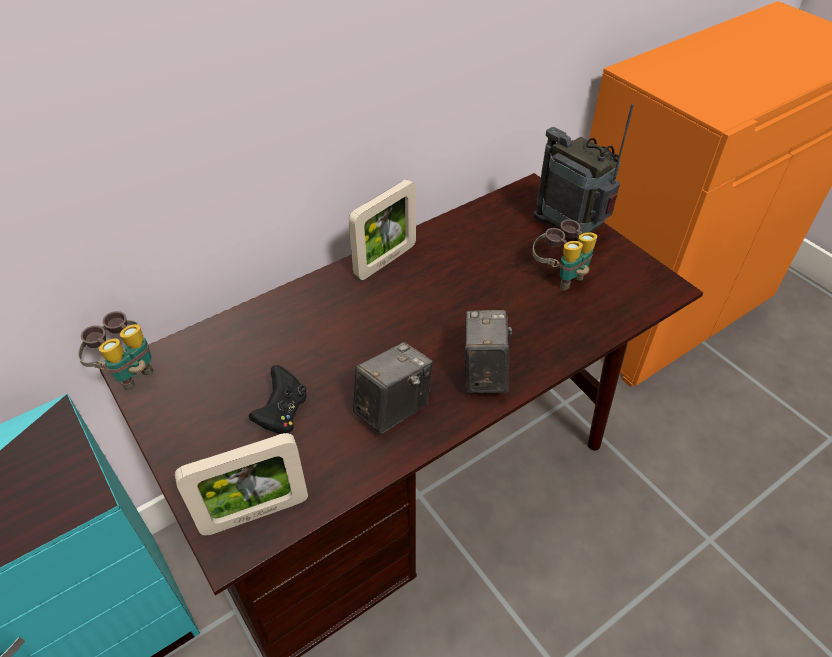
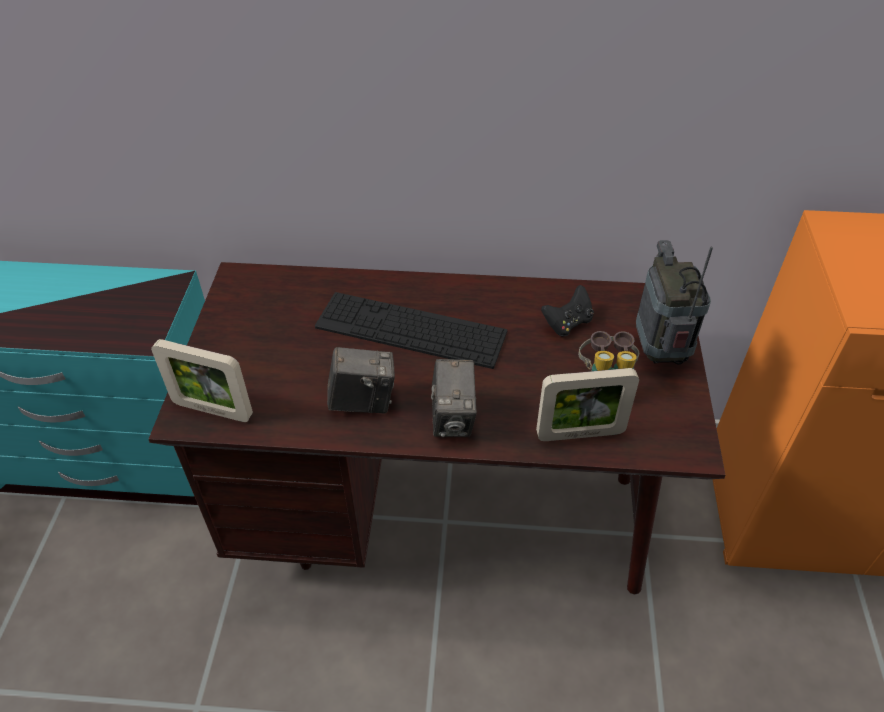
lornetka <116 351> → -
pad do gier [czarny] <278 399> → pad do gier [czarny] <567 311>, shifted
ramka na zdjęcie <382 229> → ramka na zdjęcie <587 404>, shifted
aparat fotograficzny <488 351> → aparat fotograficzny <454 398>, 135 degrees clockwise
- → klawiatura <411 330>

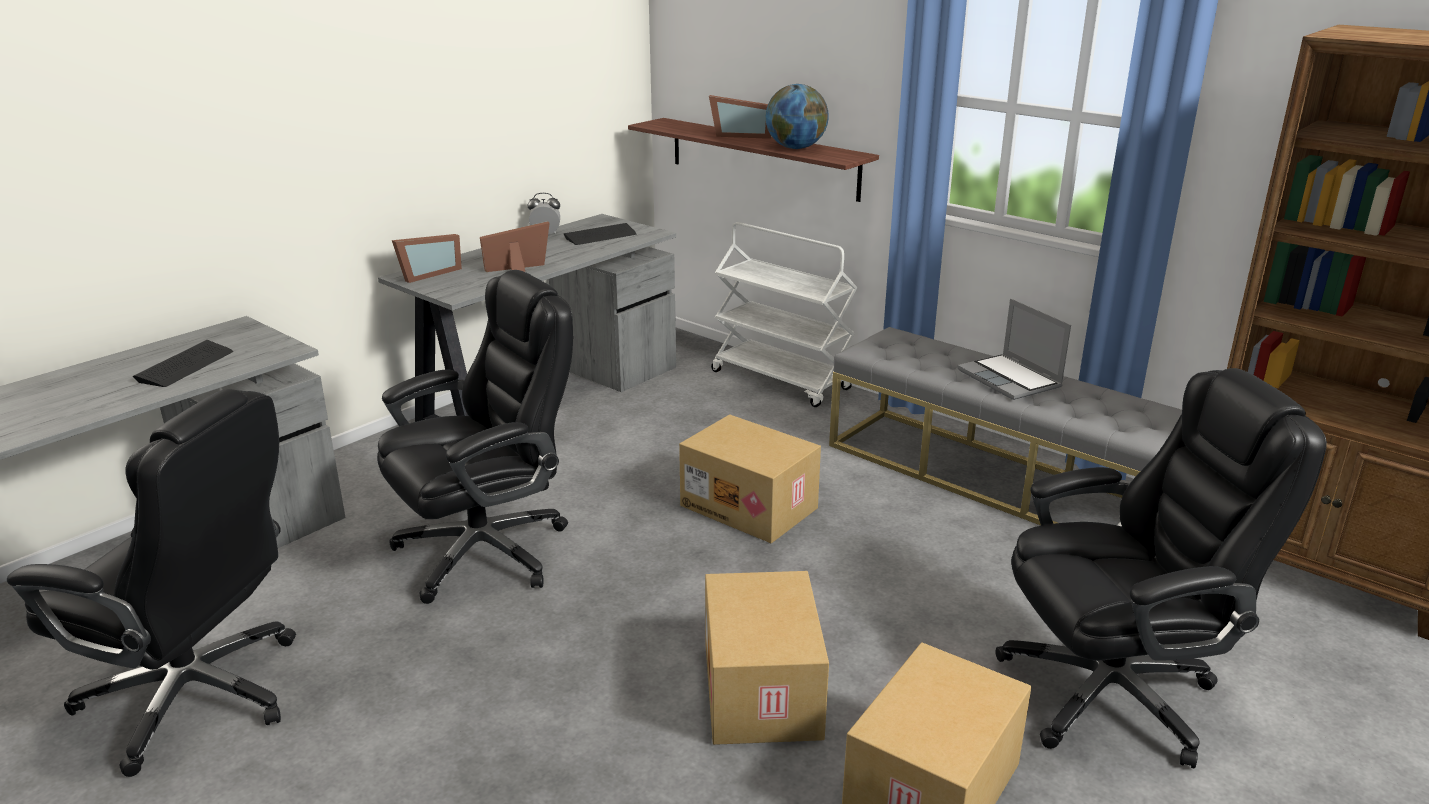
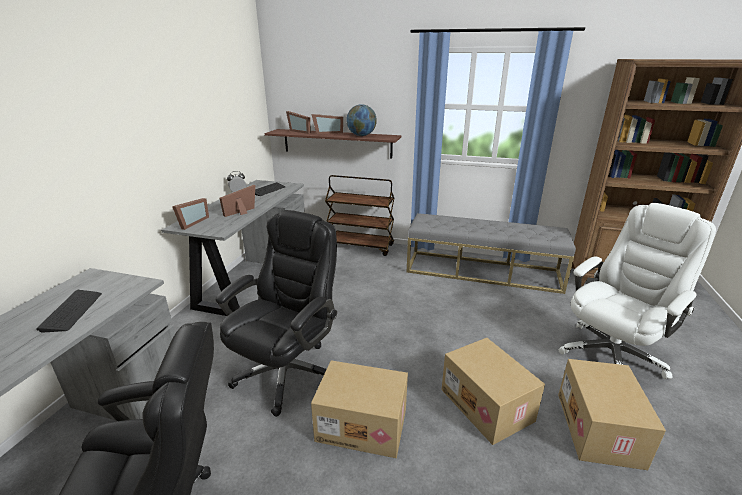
karton <750 478> → karton <359 409>, shifted
wózek [biały] <784 314> → wózek [brązowy] <359 215>
laptop <1014 349> → -
krzesło biurowe [czarny] <1161 568> → krzesło biurowe [biały] <637 291>
- → ramka na zdjęcie <298 122>

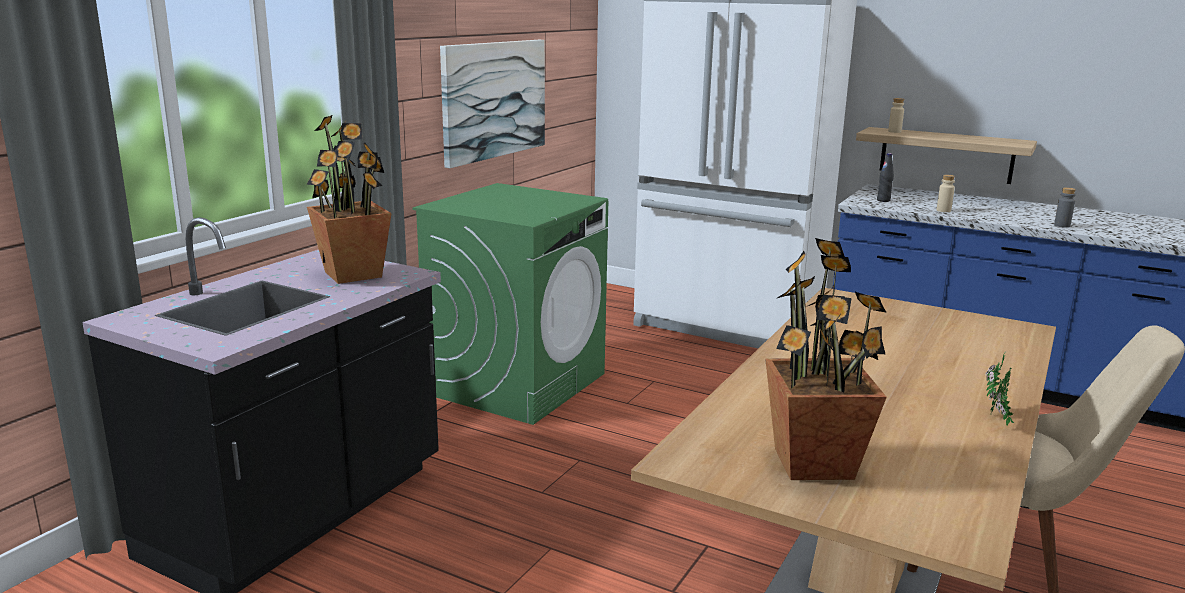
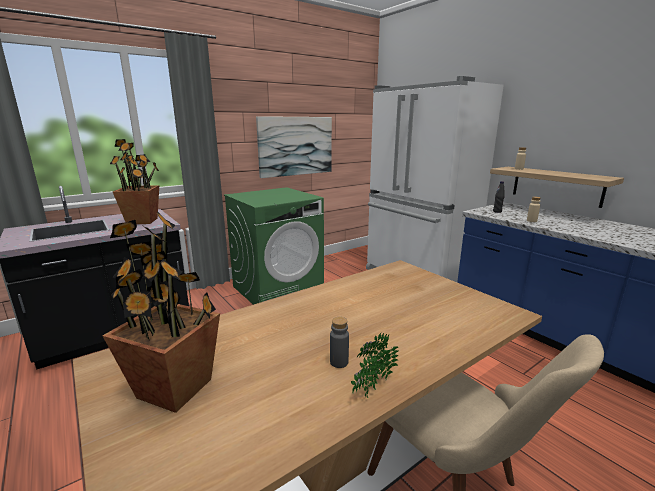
butelka [szary] <1065 207> → butelka [szary] <339 342>, shifted

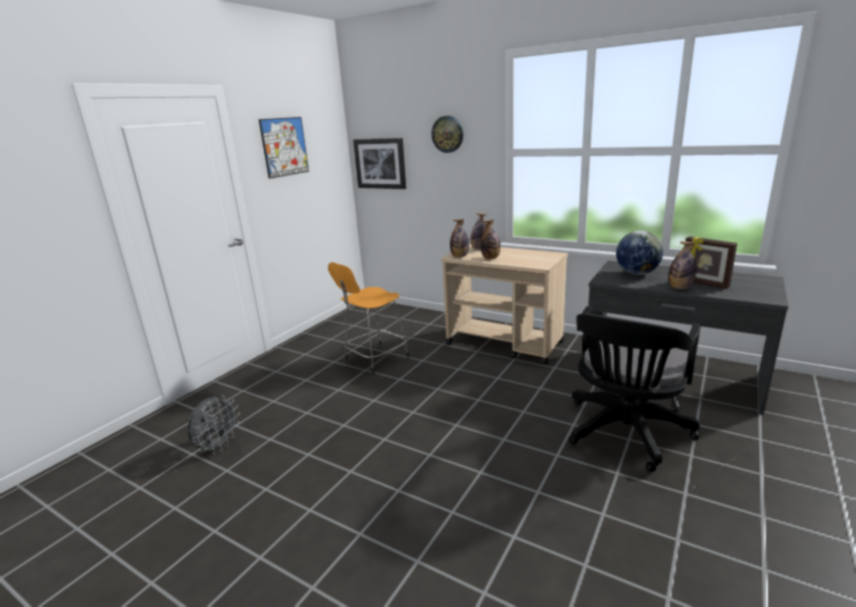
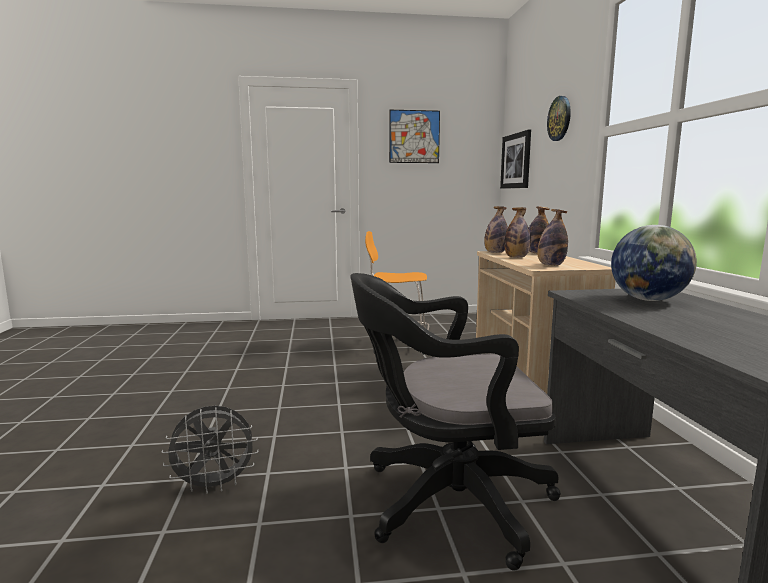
wentylator [szary] <214 424> → wentylator [szary] <210 450>, shifted
butelka <682 265> → butelka <552 237>, shifted
ramka na zdjęcie <711 262> → -

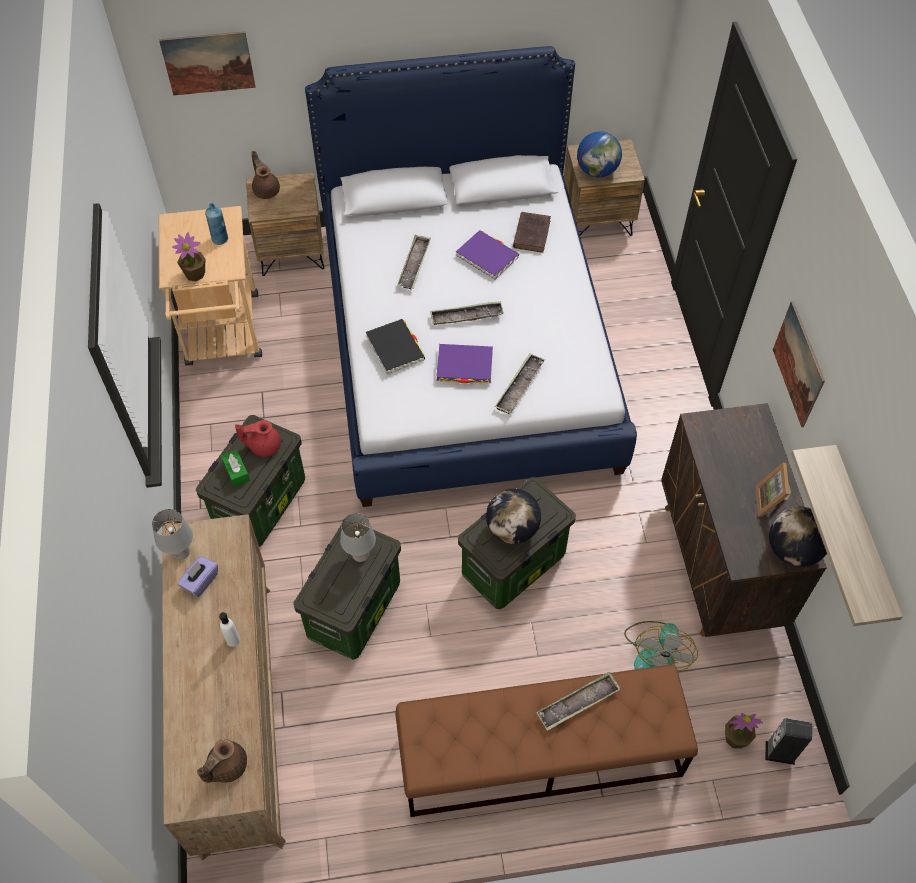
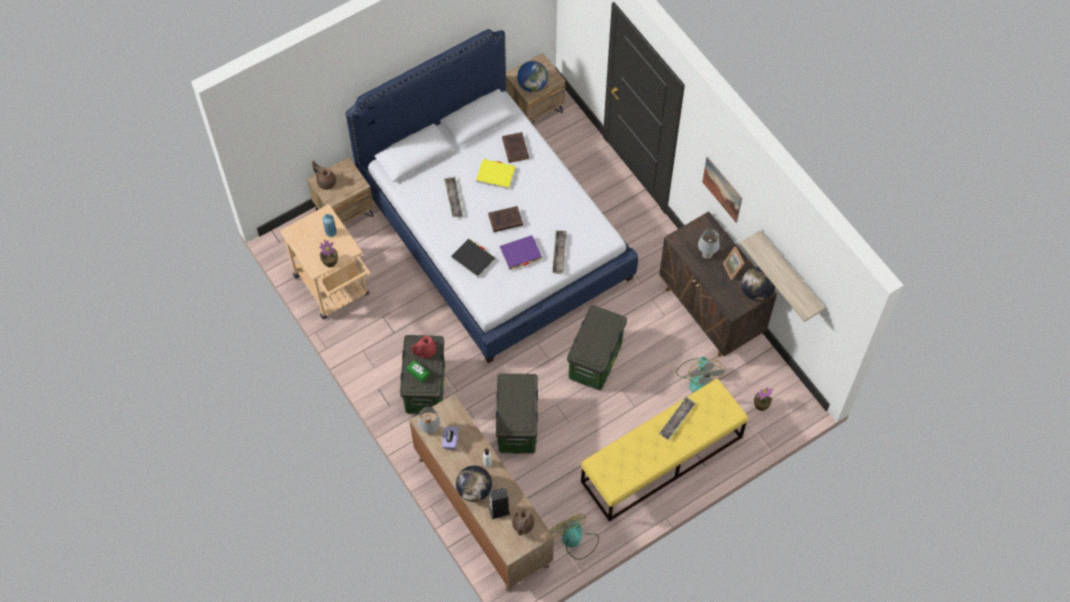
obraz <207 63> → -
lampa stołowa [szary] <358 537> → lampa stołowa [szary] <708 244>, shifted
ławka [brązowy] <546 740> → ławka [żółty] <664 450>
taca <467 313> → książka [brązowy] <505 219>
książka [fioletowy] <487 255> → książka [żółty] <496 174>
globus <513 516> → globus <474 484>, shifted
głośnik <788 741> → głośnik <499 503>, shifted
- → wentylator <574 537>

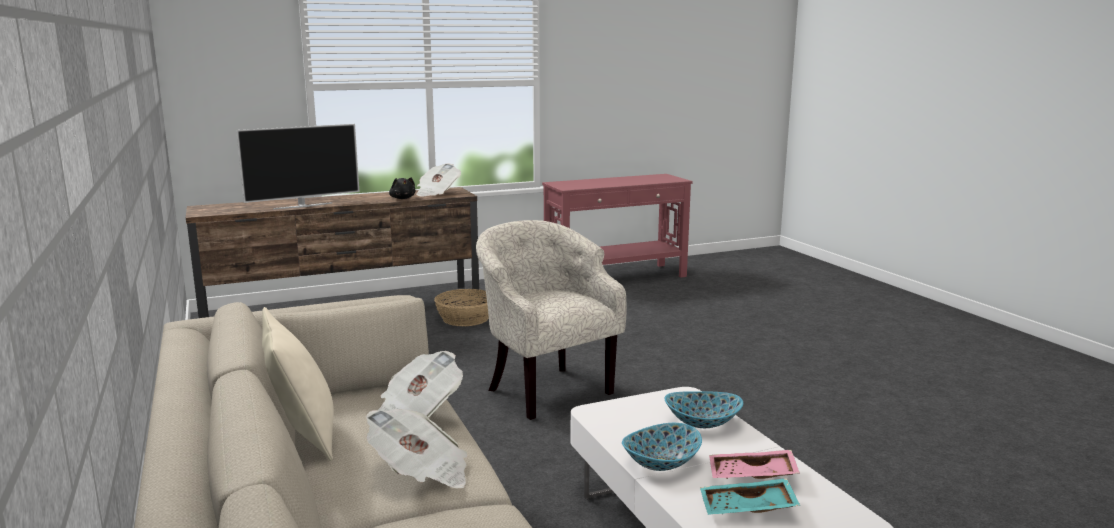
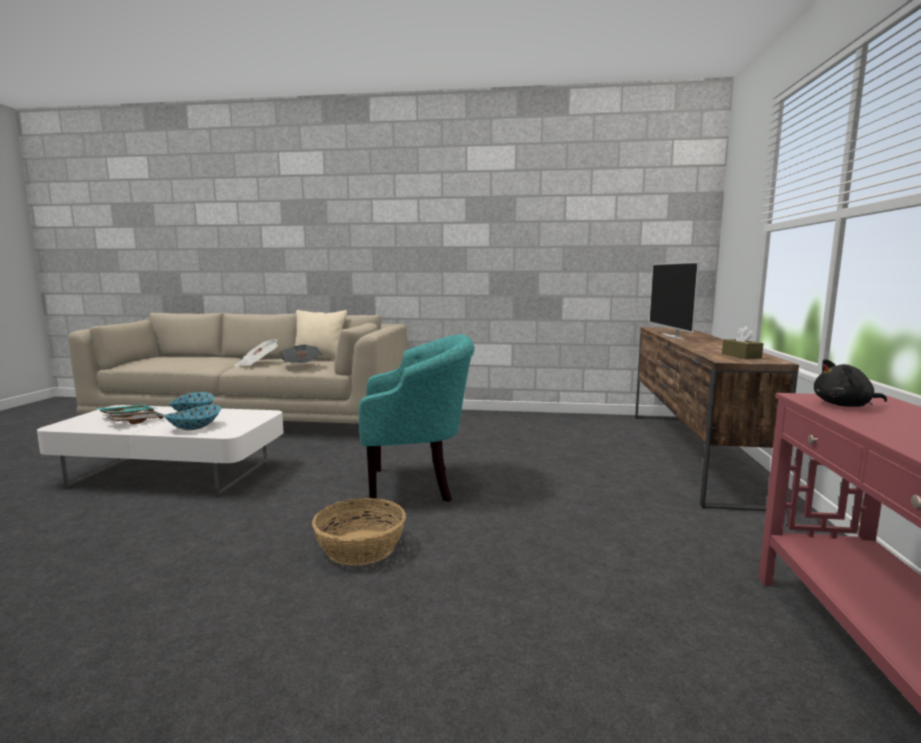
pluszak [czarny] <402 188> → pluszak [czarny] <850 383>, shifted
gazeta <438 179> → pudełko chusteczek [brązowy] <742 342>
koszyk <461 307> → koszyk <359 532>, shifted
fotel [beżowy] <551 320> → fotel [turkusowy] <416 418>
taca [różowy] <754 464> → taca [szary] <134 417>

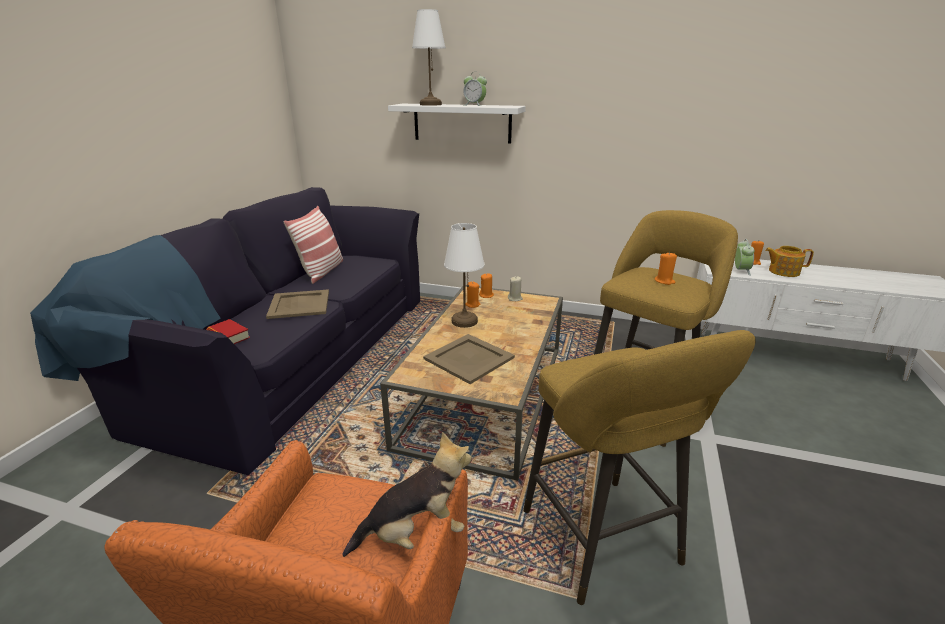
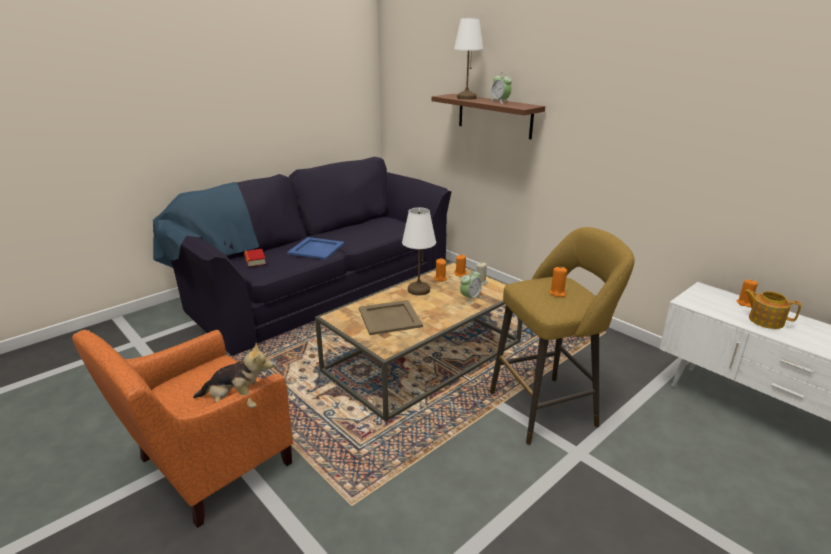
taca [beżowy] <297 304> → taca [niebieski] <316 248>
poduszka <313 245> → -
półka [biały] <457 124> → półka [brązowy] <488 116>
stołek [żółty] <639 467> → -
budzik <744 257> → budzik <471 286>, shifted

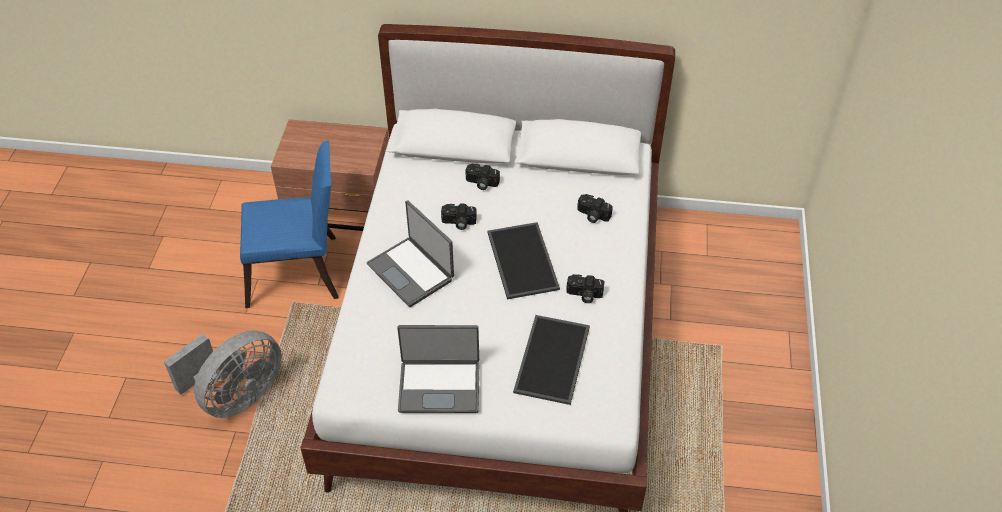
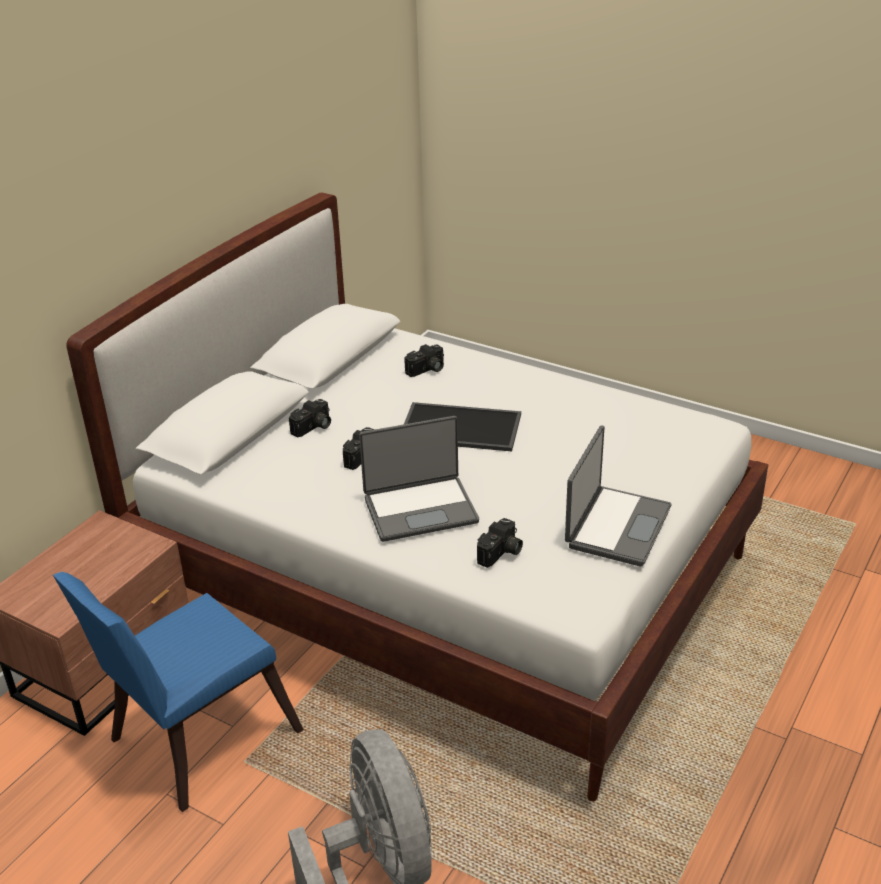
krzesło [niebieski] <289 224> → krzesło [niebieski] <178 692>, 150 degrees counterclockwise
taca <551 360> → -
aparat fotograficzny <585 288> → aparat fotograficzny <500 543>, shifted

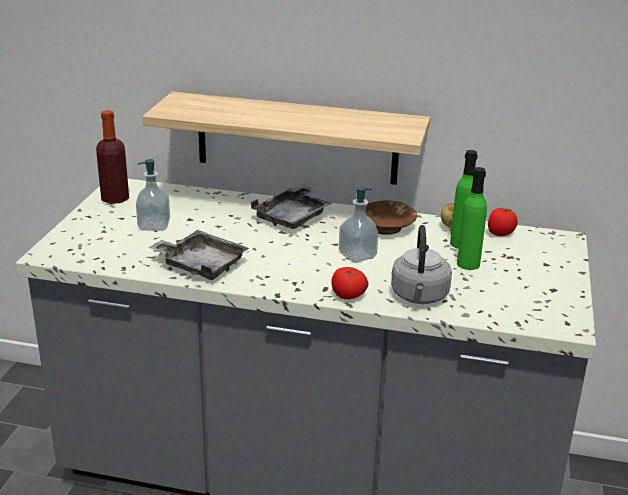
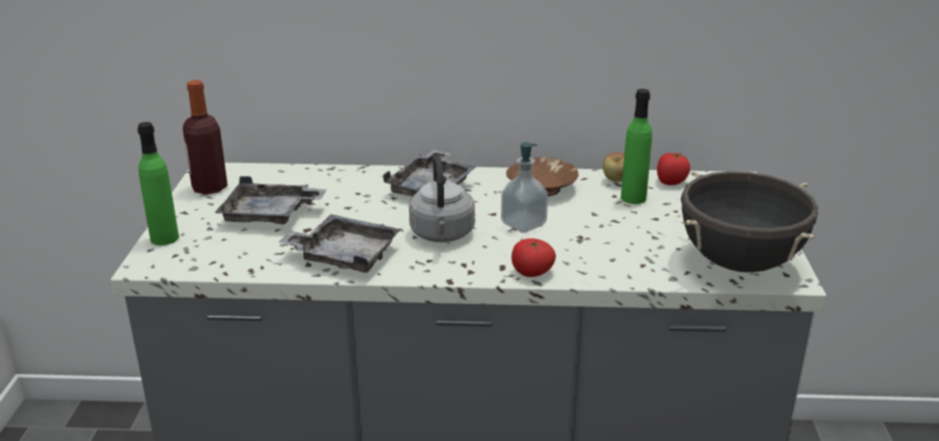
dozownik mydła <153 195> → taca [szary] <271 200>
półka <286 138> → -
czajnik [szary] <421 264> → czajnik [szary] <442 198>, shifted
butelka [zielony] <472 218> → butelka [zielony] <158 183>, shifted
- → garnek [czarny] <749 221>

